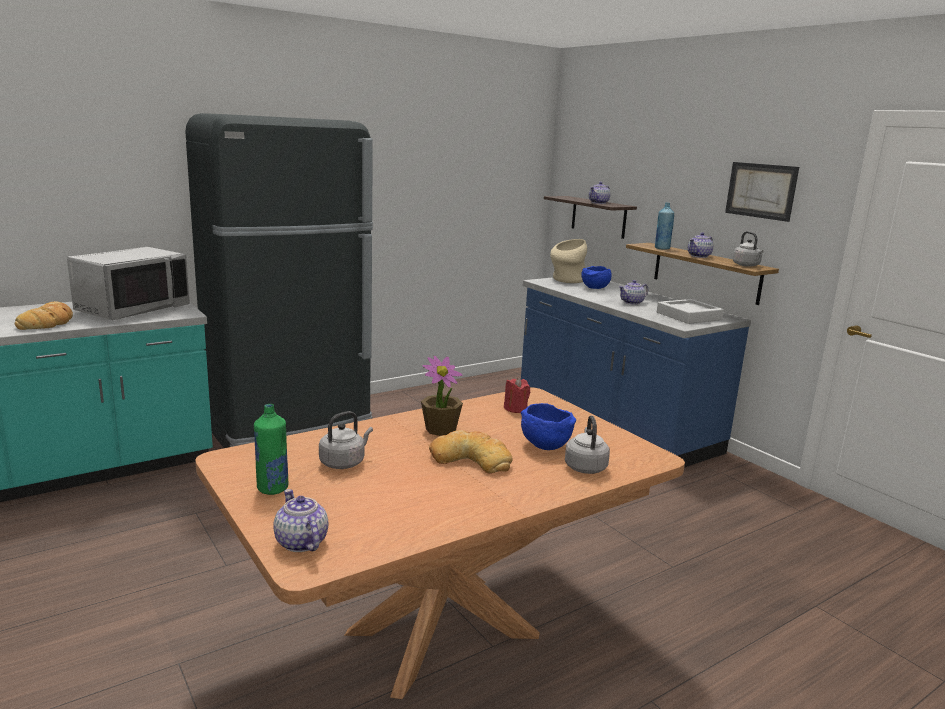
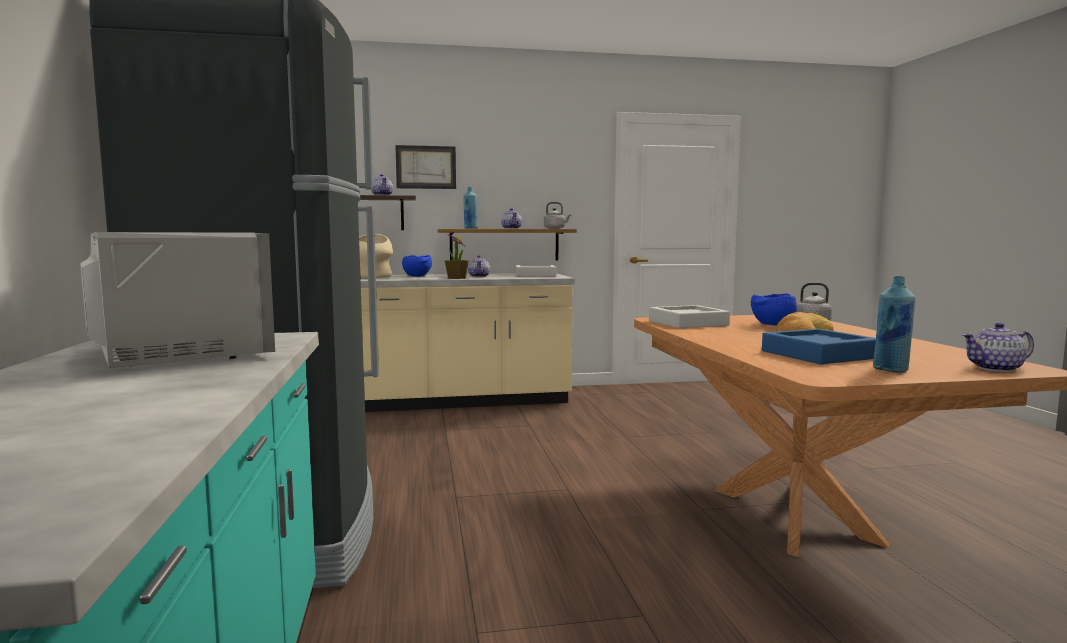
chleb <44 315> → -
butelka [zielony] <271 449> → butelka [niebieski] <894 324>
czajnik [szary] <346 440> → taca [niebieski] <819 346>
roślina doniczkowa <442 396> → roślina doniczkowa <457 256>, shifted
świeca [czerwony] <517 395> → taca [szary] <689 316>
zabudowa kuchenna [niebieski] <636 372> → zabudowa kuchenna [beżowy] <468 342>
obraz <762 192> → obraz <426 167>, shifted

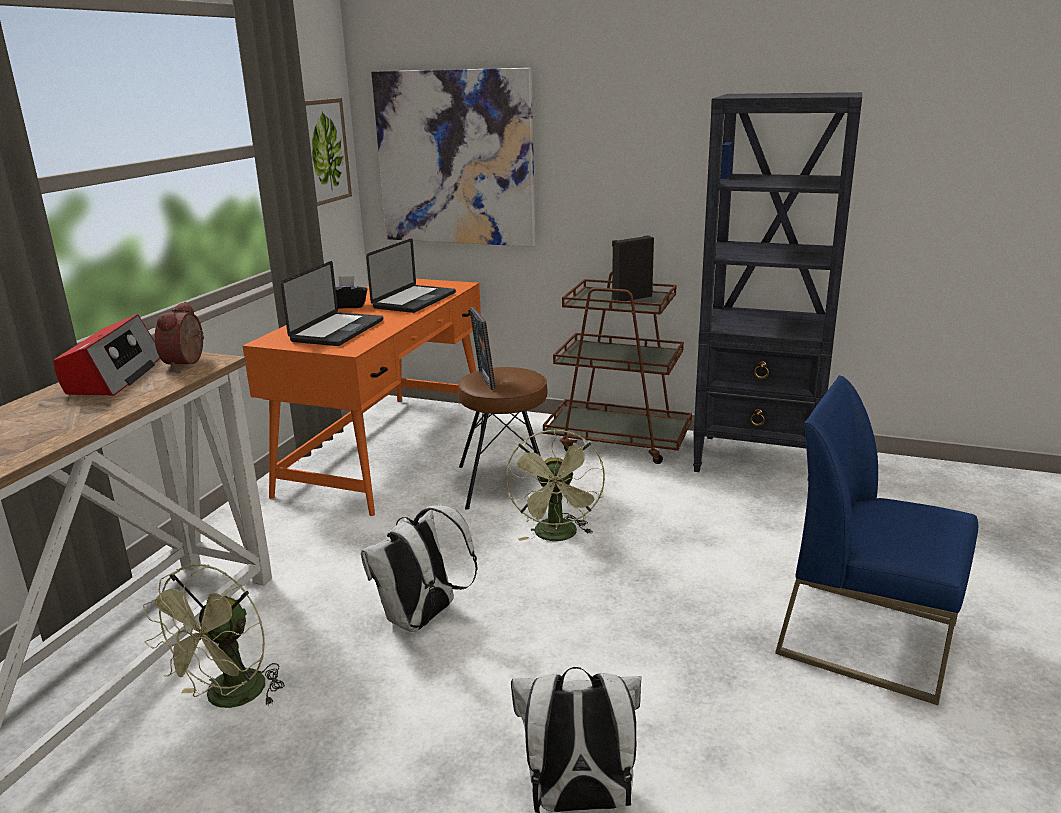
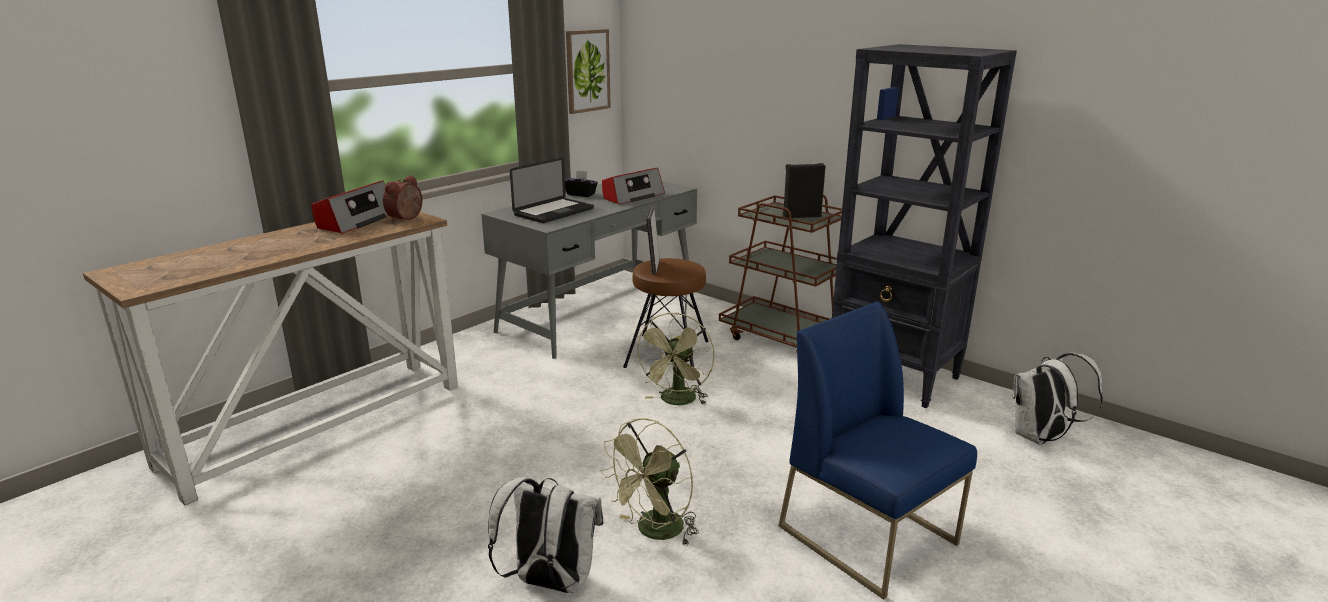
wentylator [zielony] <214 636> → wentylator [zielony] <650 482>, shifted
biurko [pomarańczowy] <362 397> → biurko [szary] <589 270>
plecak [biały] <419 568> → plecak [biały] <1058 398>, shifted
laptop <411 275> → radio <633 186>
obraz <453 157> → -

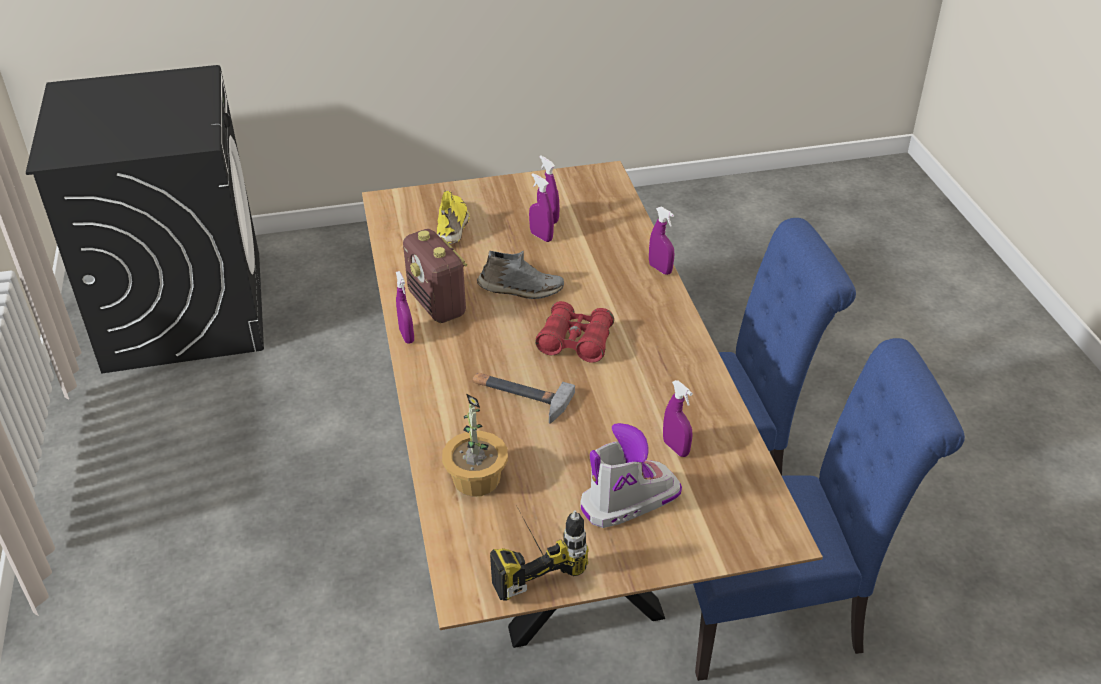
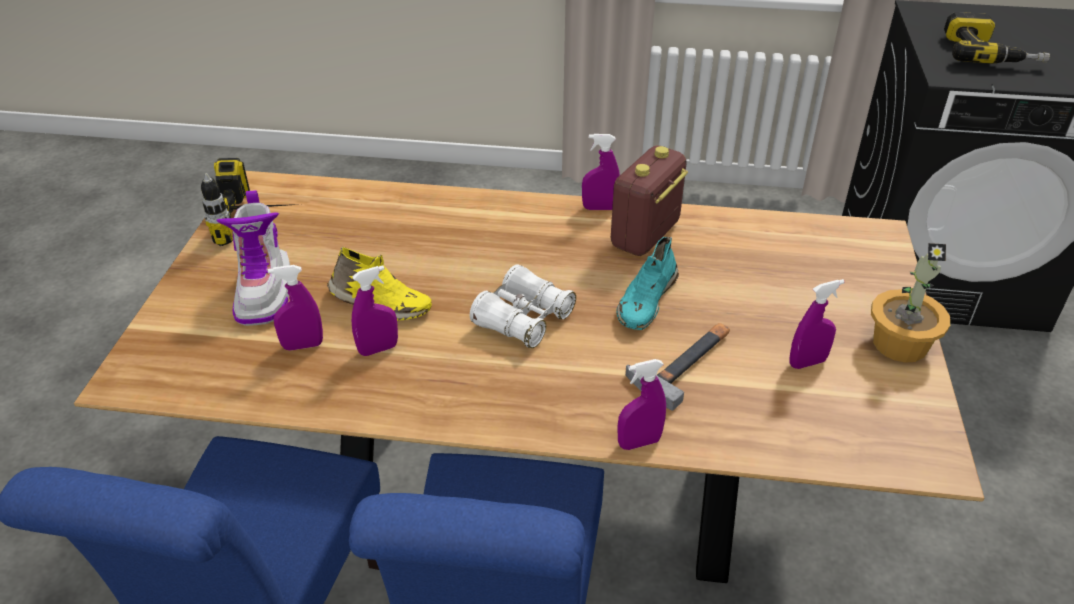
radio <435 276> → radio <649 201>, 45 degrees counterclockwise
but [żółty] <453 217> → but [żółty] <379 284>, shifted
roślina doniczkowa <475 445> → roślina doniczkowa <910 303>, shifted
młotek <524 398> → młotek <677 367>, shifted
but [szary] <520 275> → but [turkusowy] <647 283>
spryskiwacz [fioletowy] <541 207> → spryskiwacz [fioletowy] <375 311>, shifted
lornetka [czerwony] <574 332> → lornetka [biały] <523 306>
- → wiertarka <997 38>

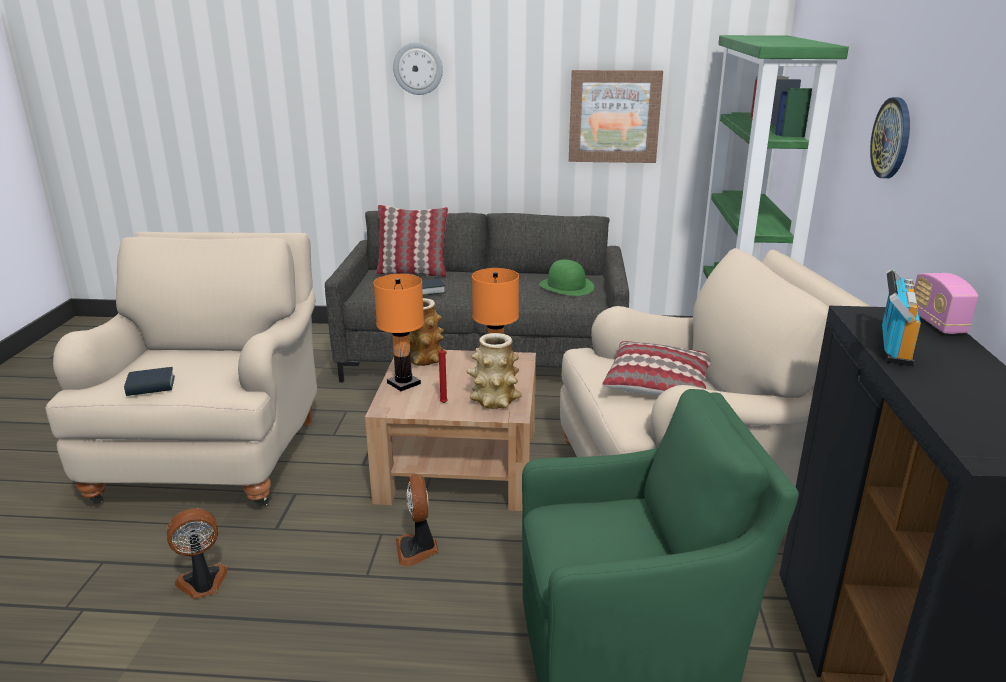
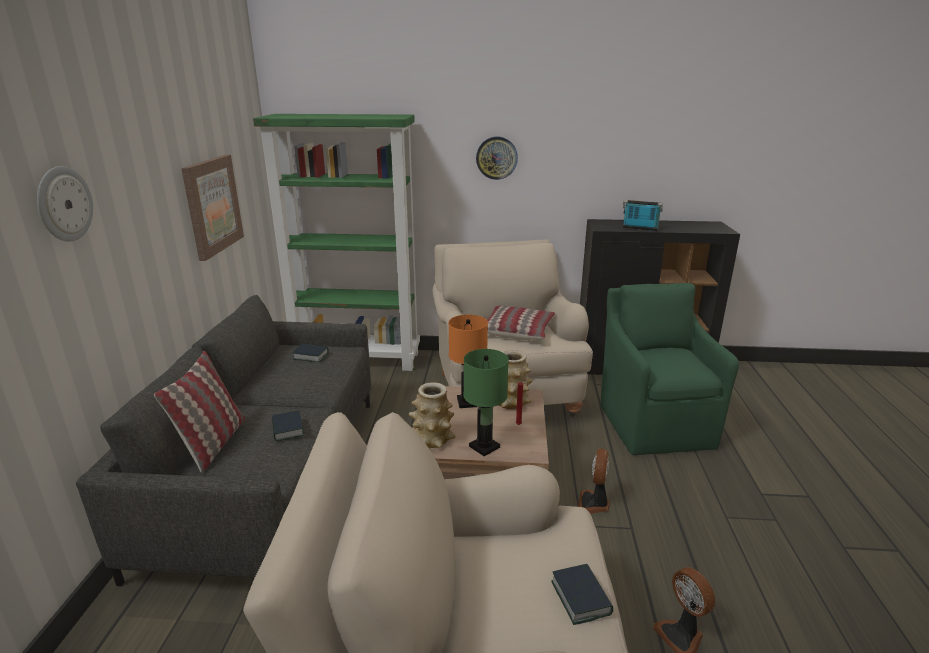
lampa stołowa [pomarańczowy] <399 332> → lampa stołowa [zielony] <486 402>
wentylator <417 520> → wentylator <594 481>, 120 degrees clockwise
kapelusz [zielony] <566 277> → książka <310 353>
radio <946 303> → -

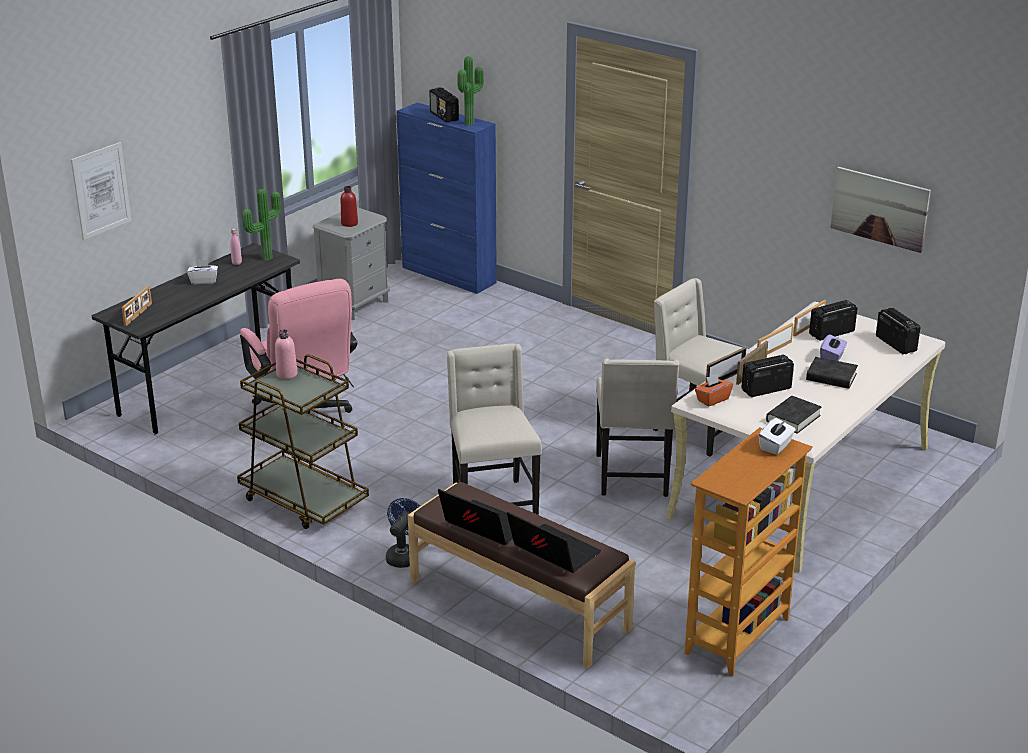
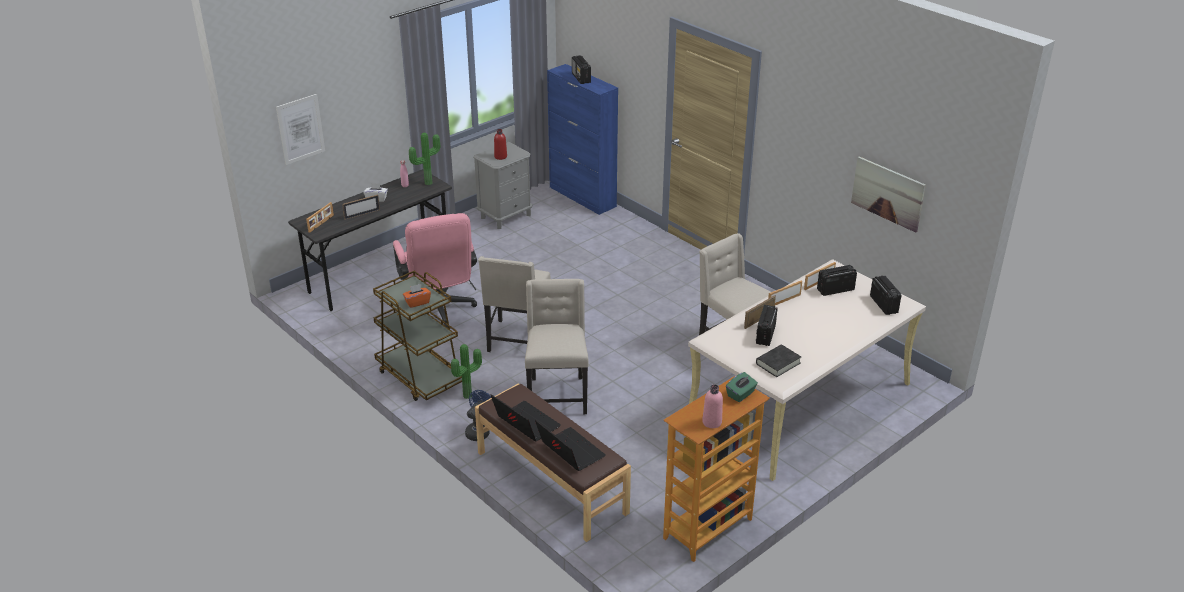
butelka [różowy] <286 354> → butelka [różowy] <712 406>, shifted
roślina doniczkowa <471 90> → roślina doniczkowa <466 371>, shifted
krzesło [beżowy] <638 428> → krzesło [beżowy] <514 304>, shifted
pudełko chusteczek [pomarańczowy] <714 390> → pudełko chusteczek [pomarańczowy] <417 296>, shifted
ramka na zdjęcie <726 365> → ramka na zdjęcie <361 207>, shifted
radio <767 376> → radio <767 325>, 60 degrees counterclockwise
pudełko chusteczek [biały] <777 436> → pudełko chusteczek [zielony] <742 387>
książka [czarny] <832 373> → -
pudełko chusteczek [fioletowy] <833 347> → -

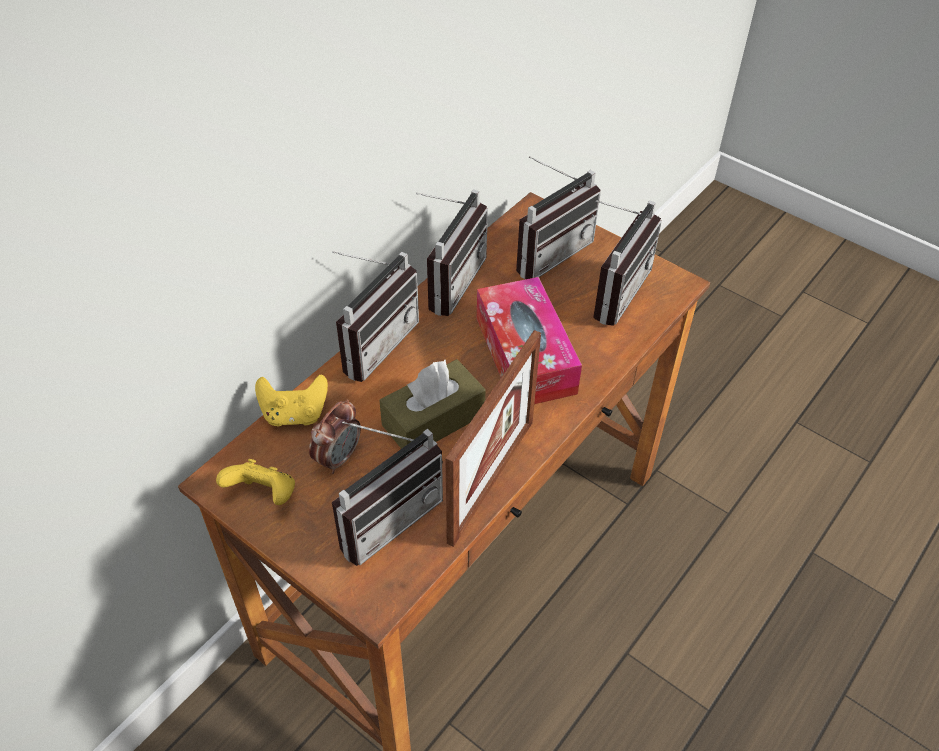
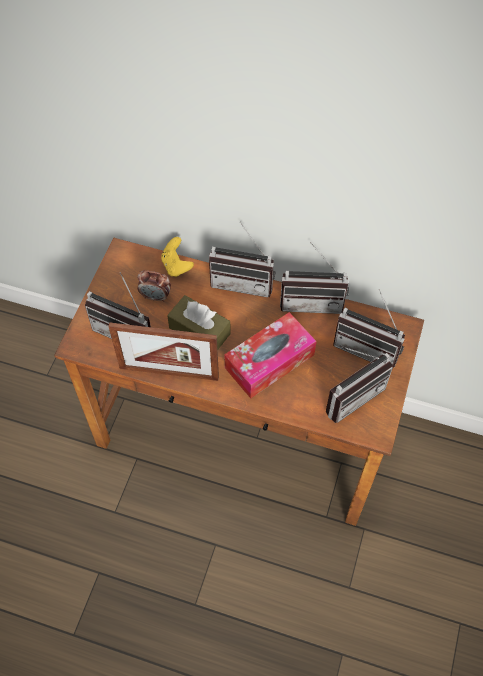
pad do gier [żółty] <255 482> → -
radio <627 263> → radio <359 384>, 45 degrees counterclockwise

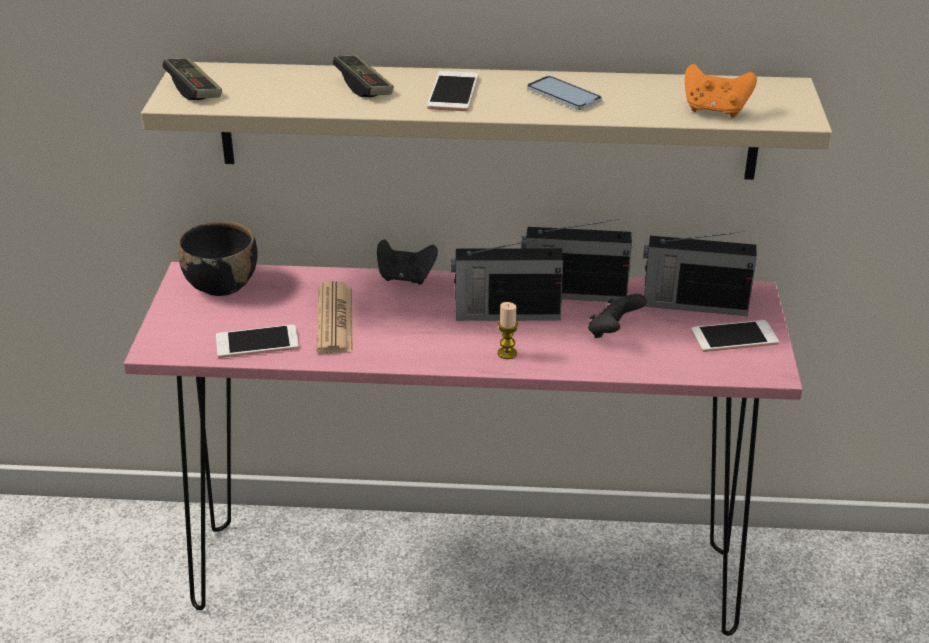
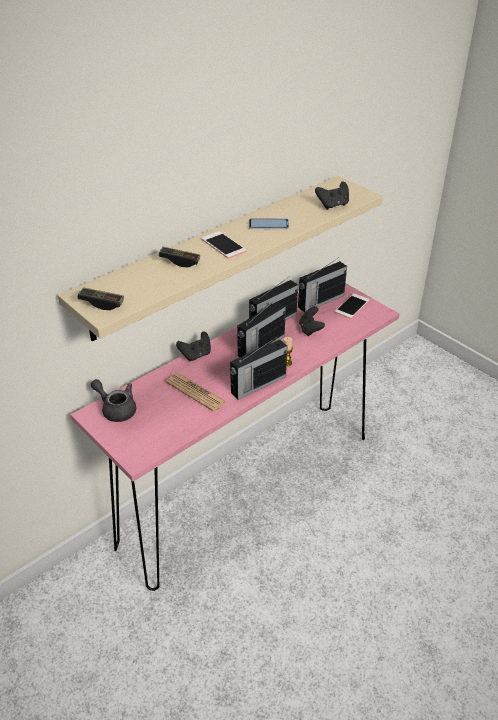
miska [czarny] <217 258> → imbryk [szary] <113 400>
telefon <257 341> → -
pad do gier [pomarańczowy] <721 91> → pad do gier [czarny] <332 196>
- → radio <258 368>

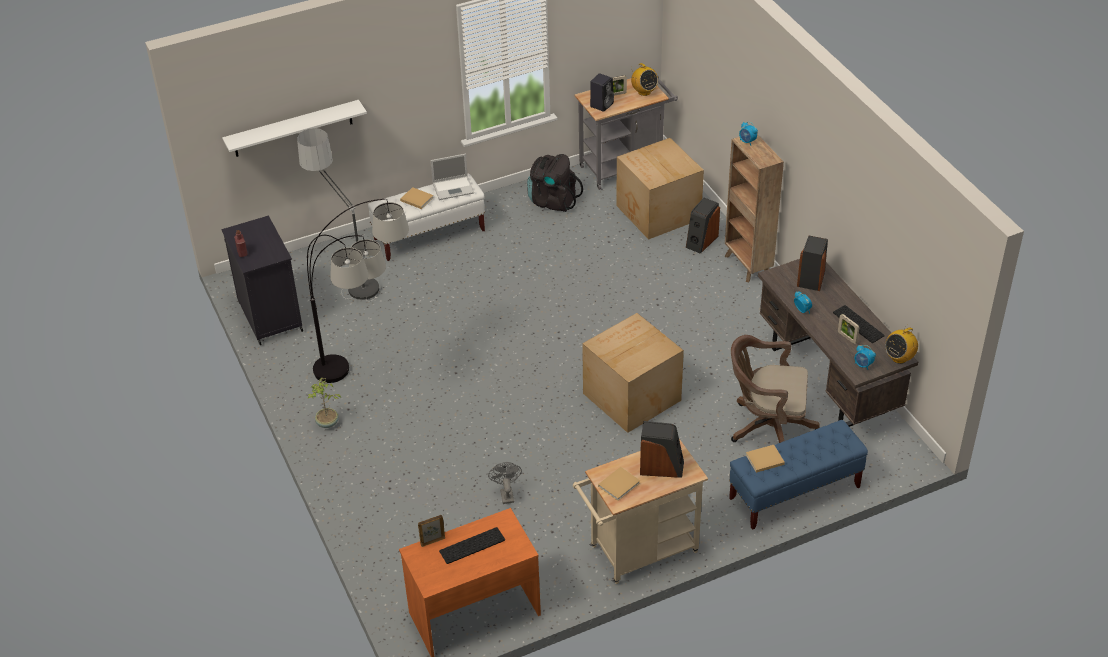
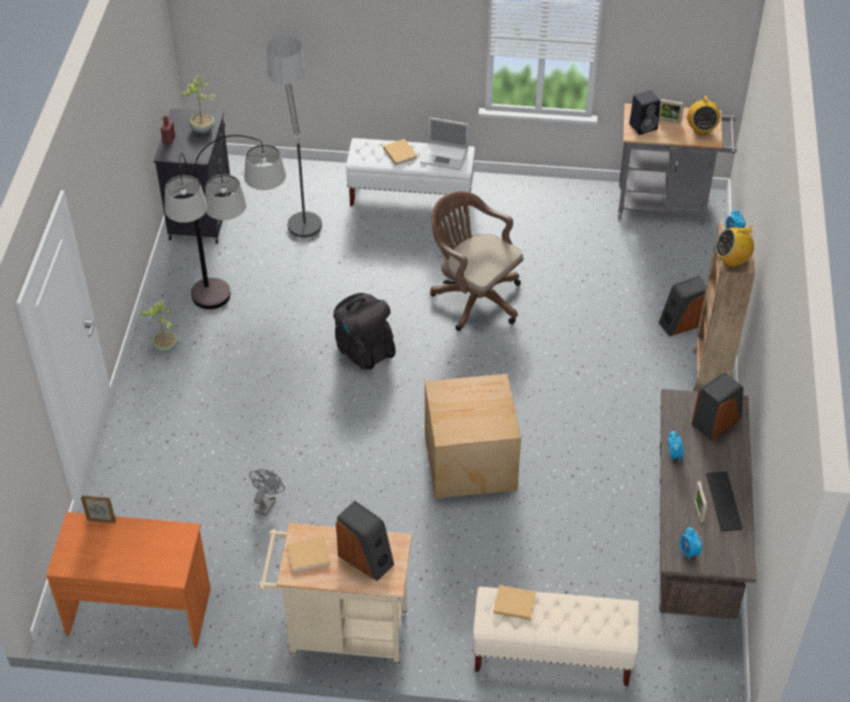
półka [biały] <294 128> → -
klawiatura <472 545> → -
plecak [czarny] <555 183> → plecak [czarny] <364 331>, shifted
karton <660 189> → -
ławka [niebieski] <798 475> → ławka [beżowy] <556 636>
krzesło biurowe [brązowy] <775 389> → krzesło biurowe [brązowy] <477 261>, shifted
radio <901 344> → radio <735 246>, shifted
- → roślina doniczkowa <199 104>

